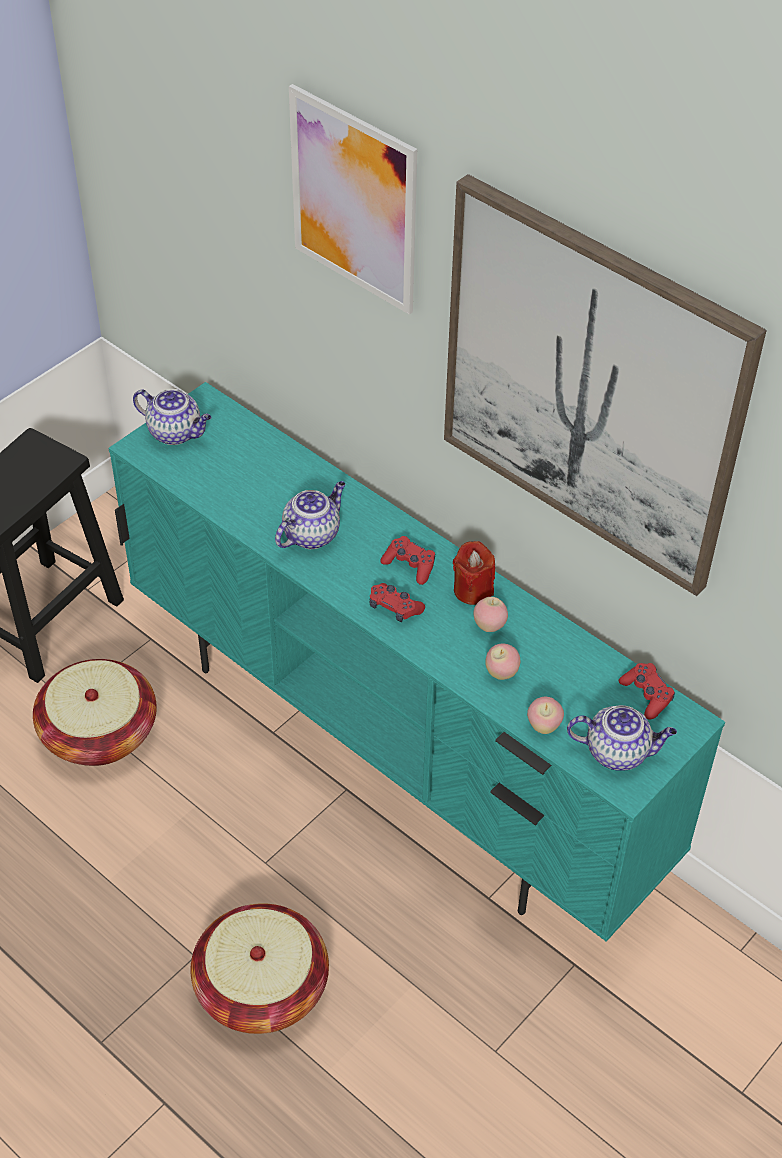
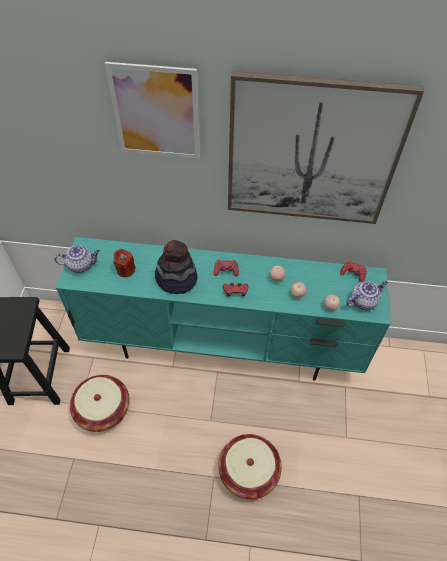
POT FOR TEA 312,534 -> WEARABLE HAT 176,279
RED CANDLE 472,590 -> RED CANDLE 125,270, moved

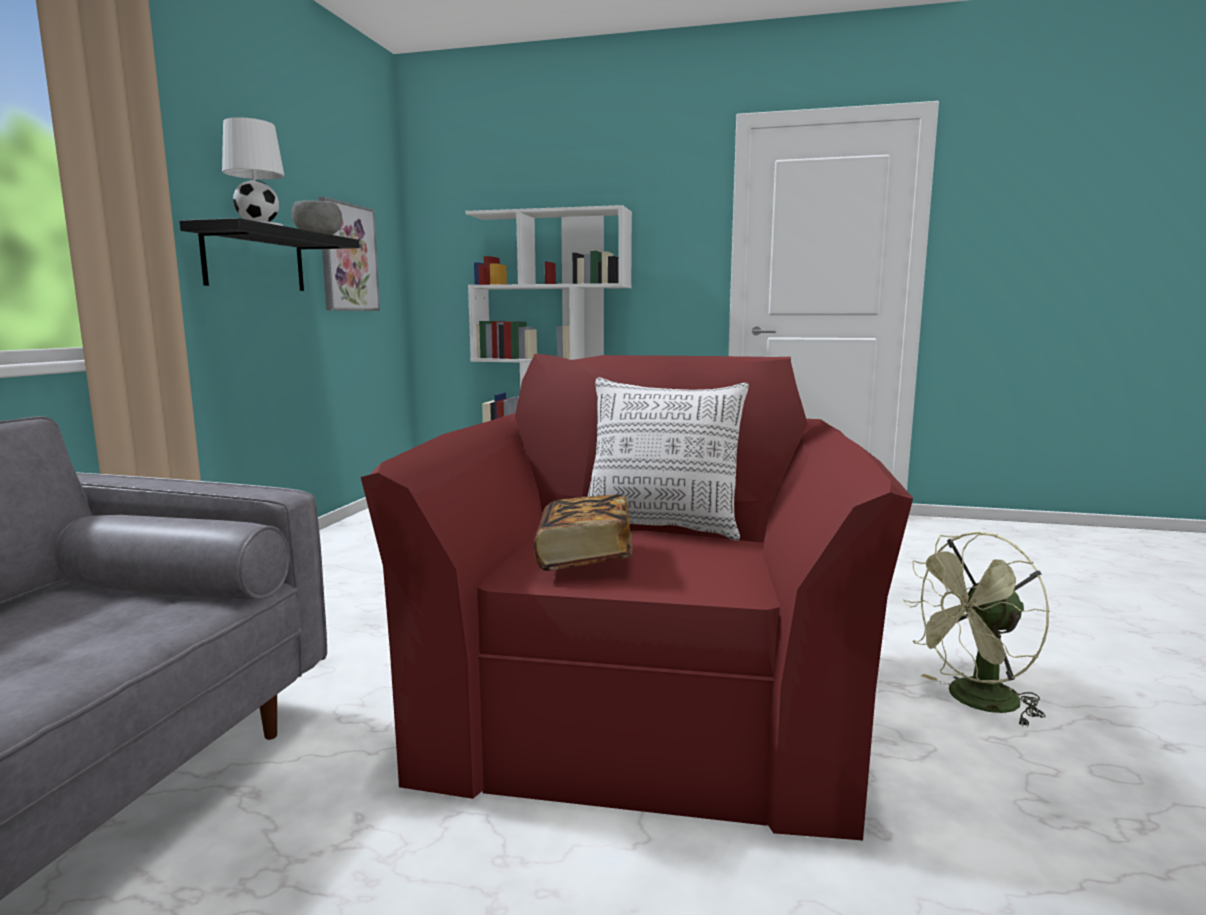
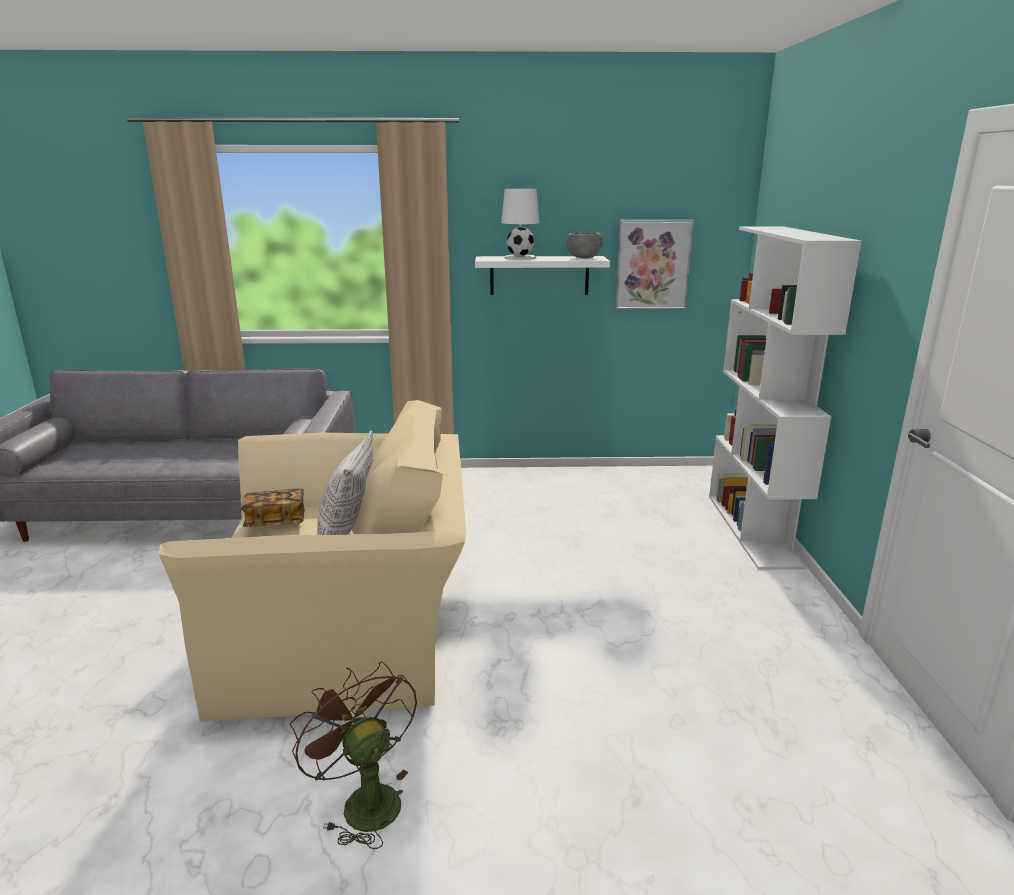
BLACKISH BRACKET SHELF 255,260 -> WHITISH BRACKET SHELF 539,275
RED EASY CHAIR 644,697 -> SAND-COLOURED EASY CHAIR 353,633
GREENISH ELECTRIC FAN 974,702 -> BROWNISH ELECTRIC FAN 364,800

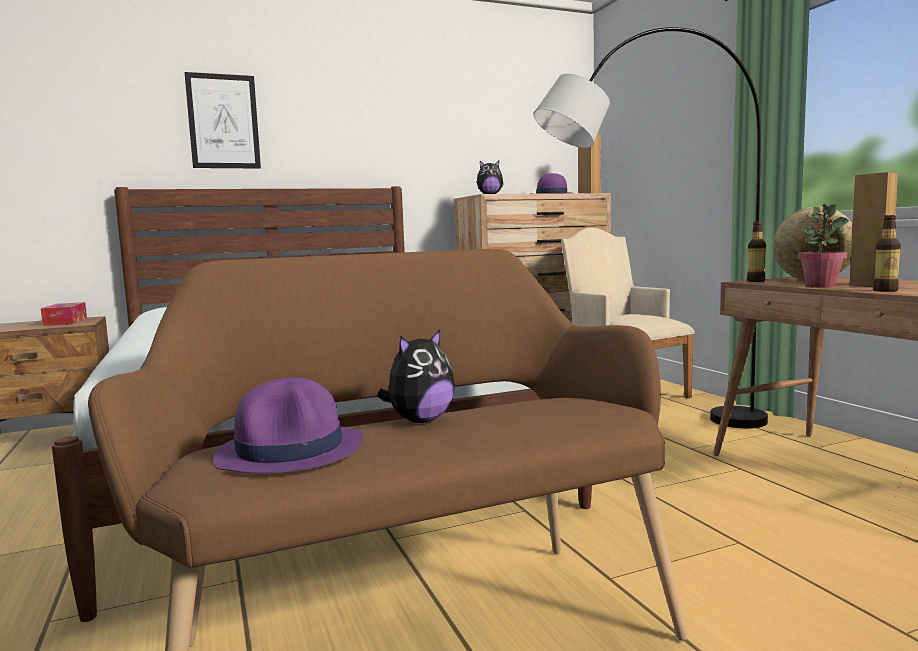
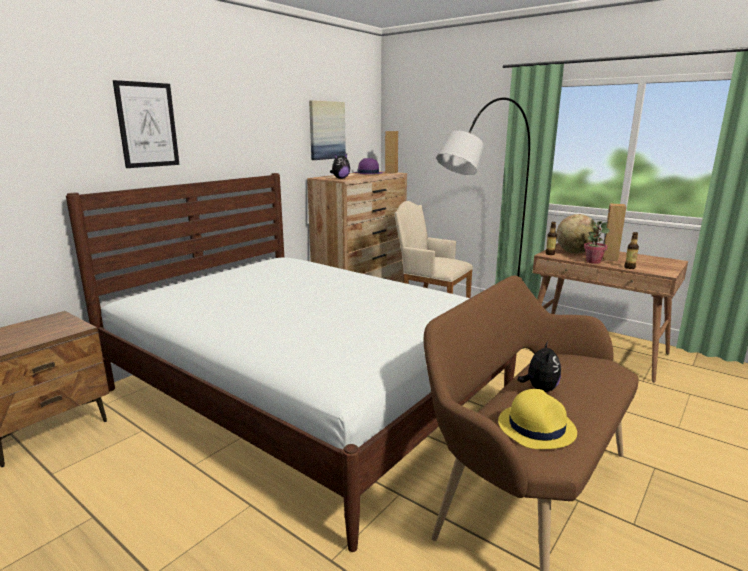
TISSUE BOX 65,322 -> none
PURPLISH WEARABLE HAT 291,450 -> YELLOW WEARABLE HAT 536,427
none -> WALL ART 326,130

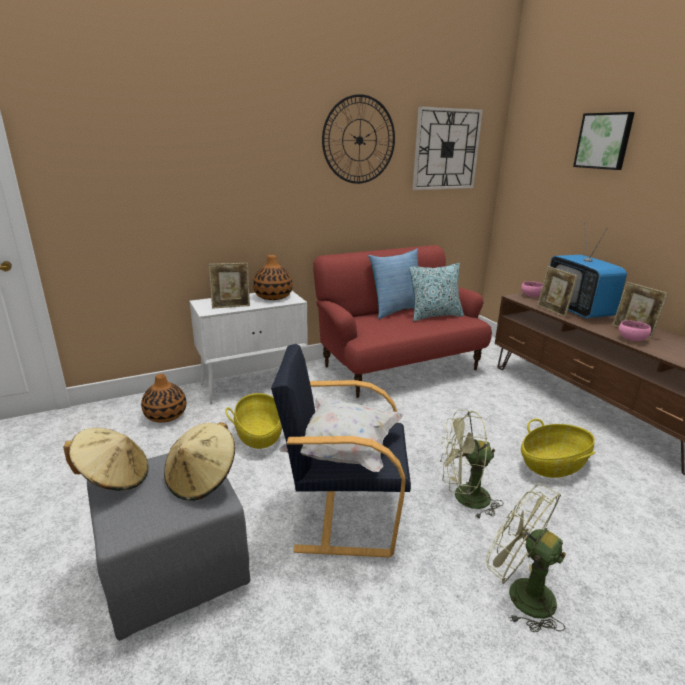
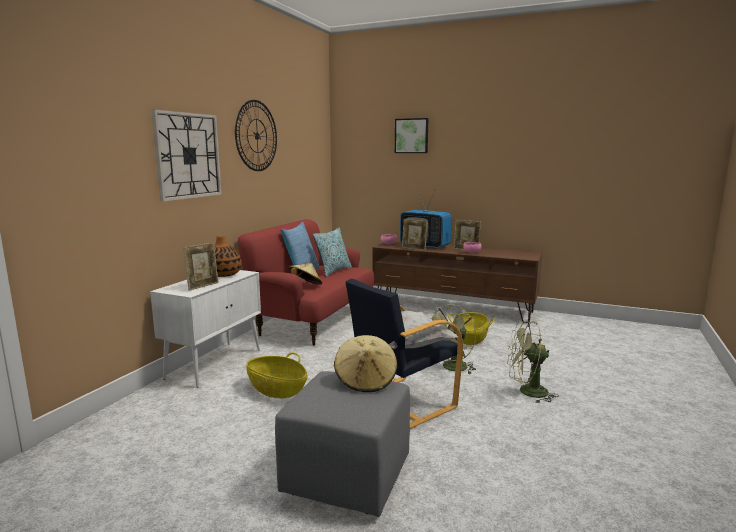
CLOCK ON THE WALL 446,149 -> CLOCK ON THE WALL 188,156, moved
VASE 165,415 -> none
SAND-COLOURED WEARABLE HAT 114,478 -> SAND-COLOURED WEARABLE HAT 305,286, moved

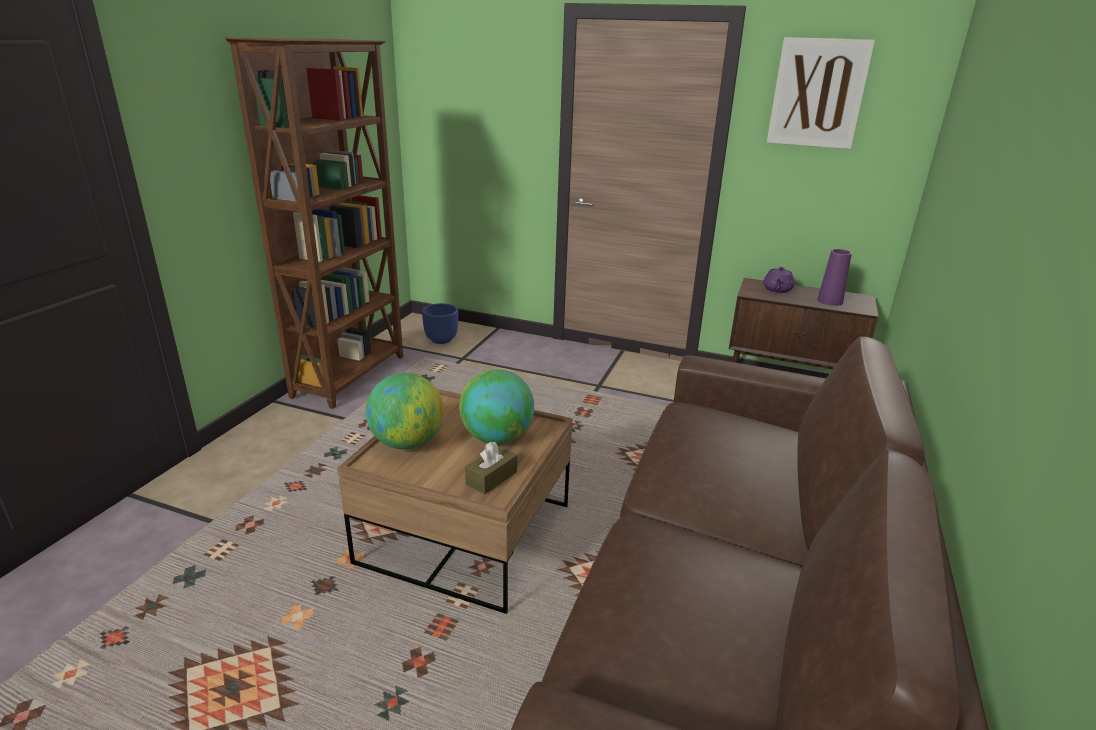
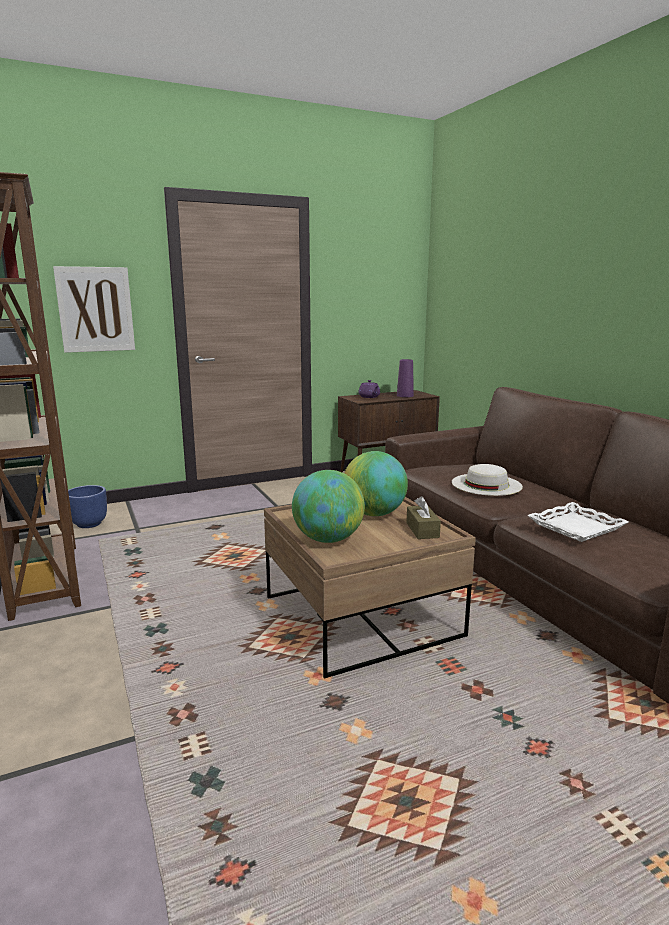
WALL ART 817,93 -> WALL ART 95,309, moved
none -> WHITISH WEARABLE HAT 486,484
none -> WHITISH TRAY 576,527

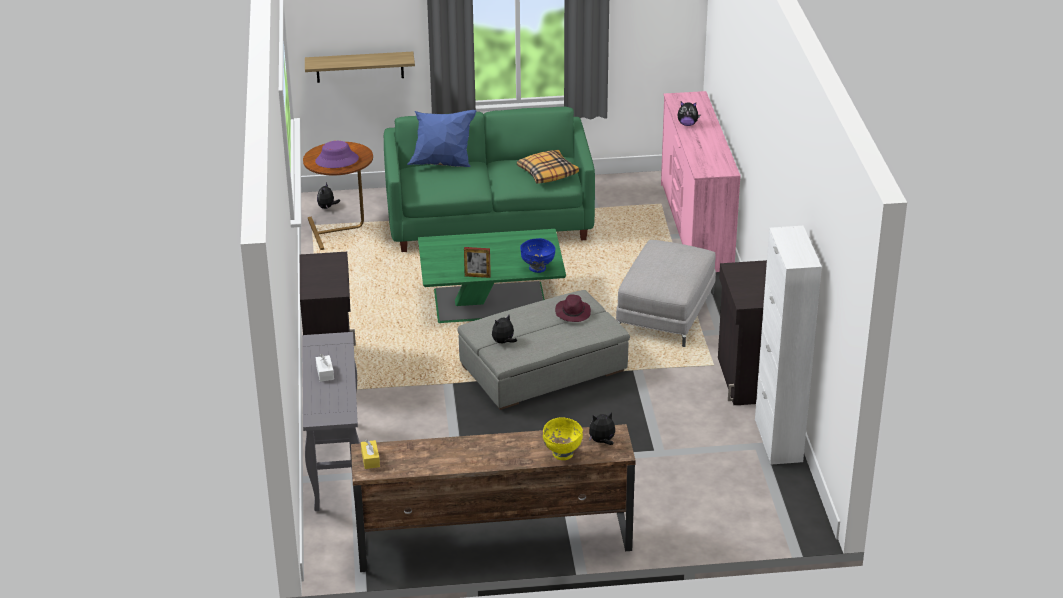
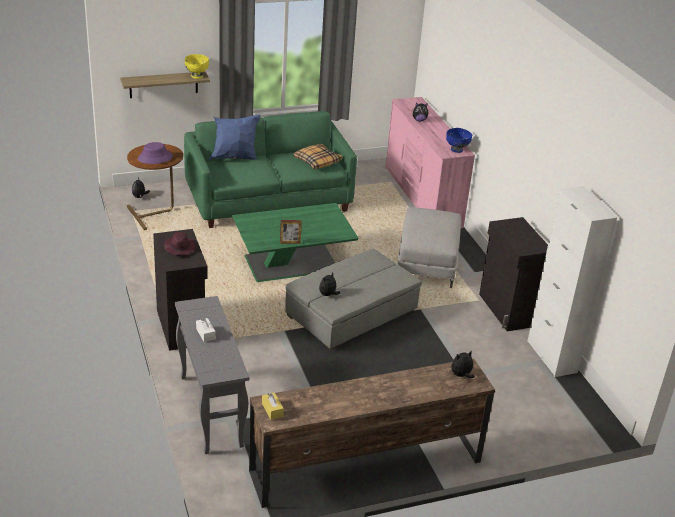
BLUISH BOWL 537,268 -> BLUISH BOWL 456,150, moved
PURPLISH WEARABLE HAT 572,313 -> PURPLISH WEARABLE HAT 179,248, moved
YELLOW BOWL 562,454 -> YELLOW BOWL 196,76, moved

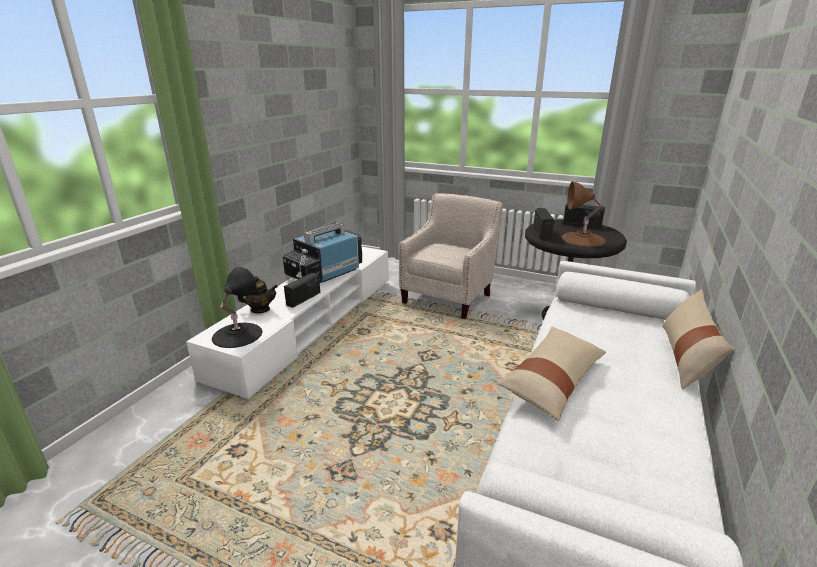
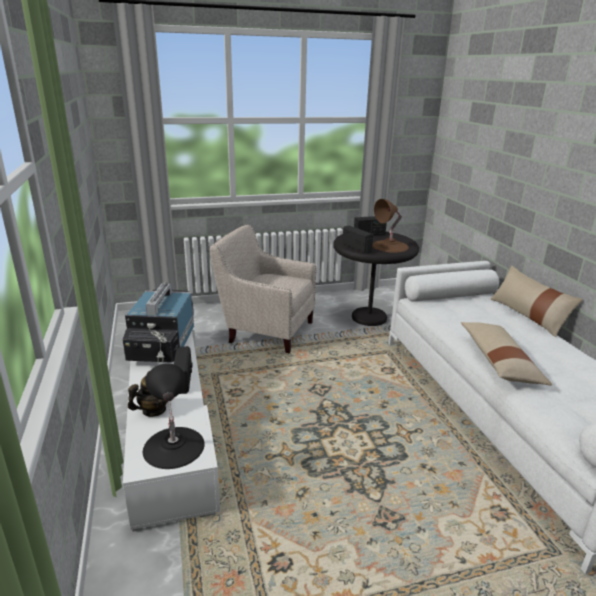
SAND-COLOURED EASY CHAIR 449,296 -> SAND-COLOURED EASY CHAIR 266,330, 60 degrees counterclockwise

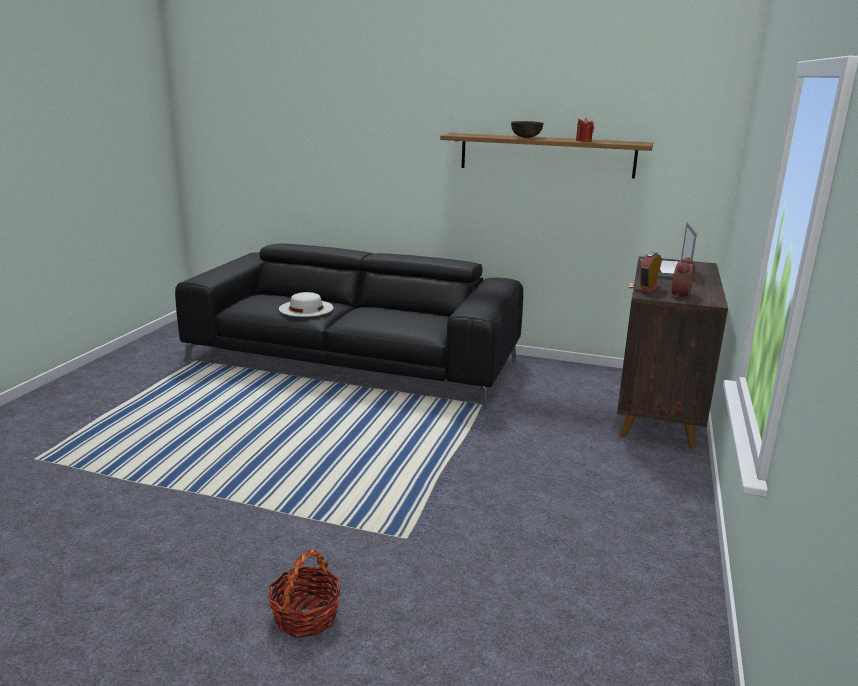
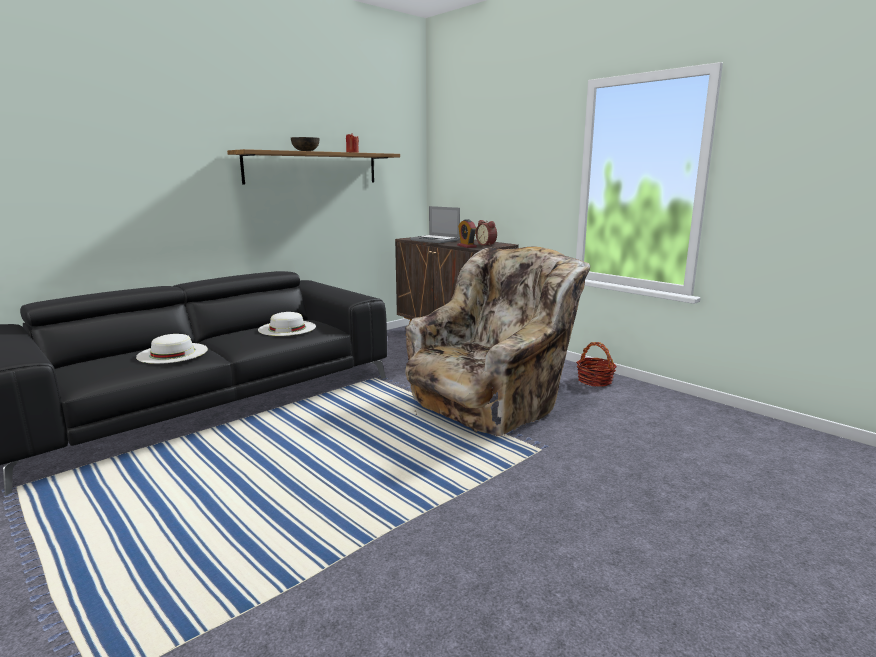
HOUSEHOLD BASKET 306,616 -> HOUSEHOLD BASKET 595,381, moved
none -> SAND-COLOURED EASY CHAIR 492,403
none -> WHITISH WEARABLE HAT 287,328

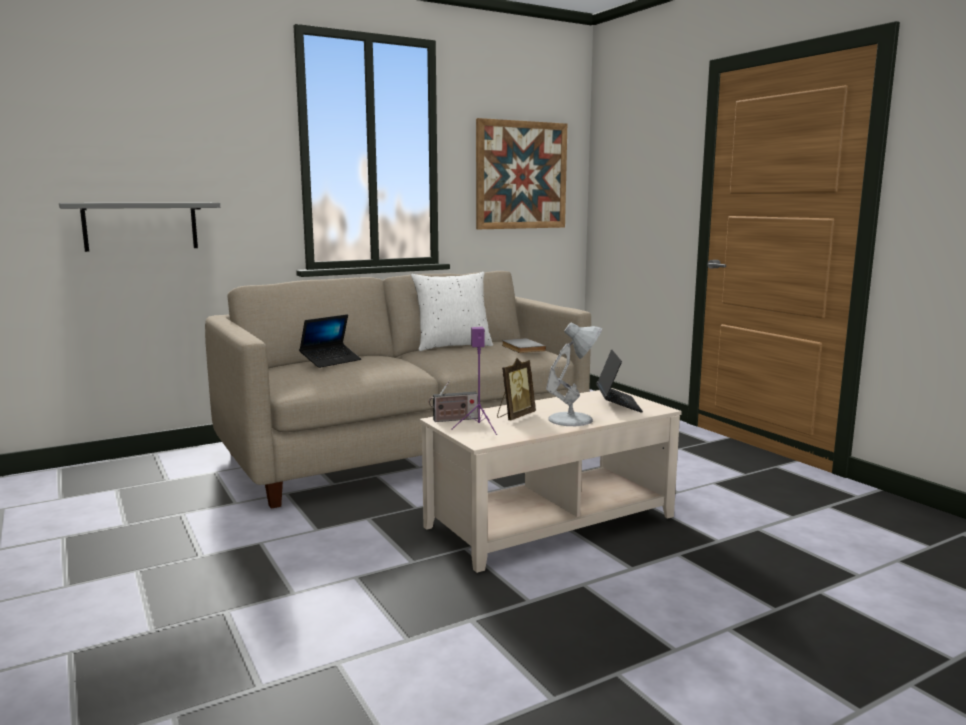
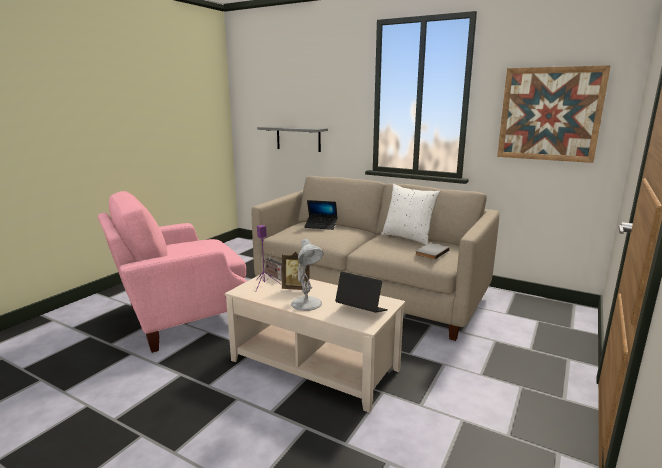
NOTEBOOK COMPUTER 618,404 -> NOTEBOOK COMPUTER 361,310, 120 degrees counterclockwise
none -> PINK-COLOURED EASY CHAIR 181,317

